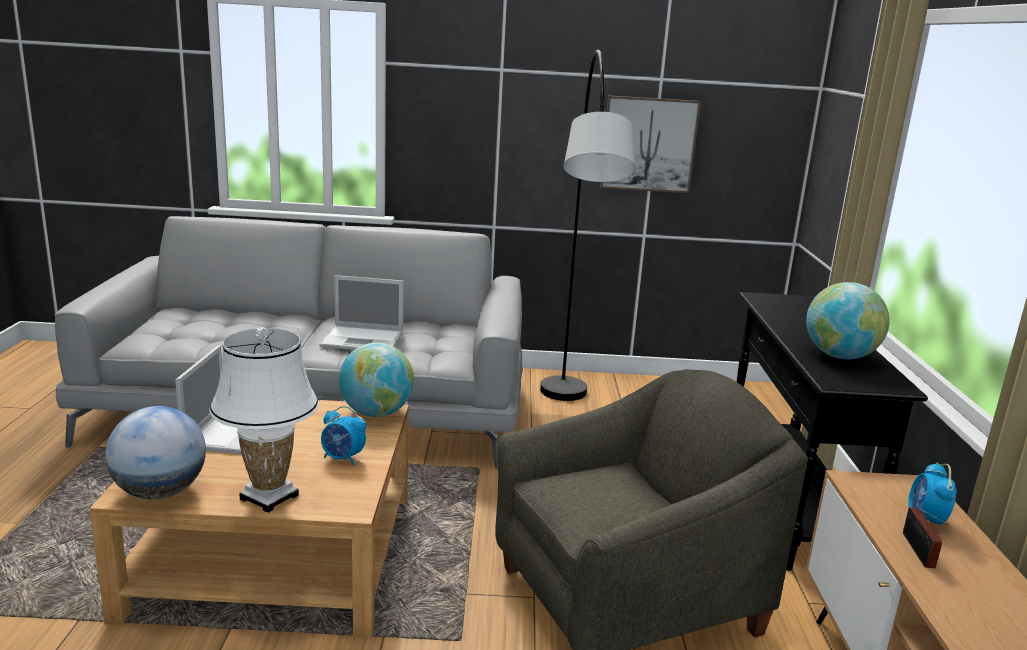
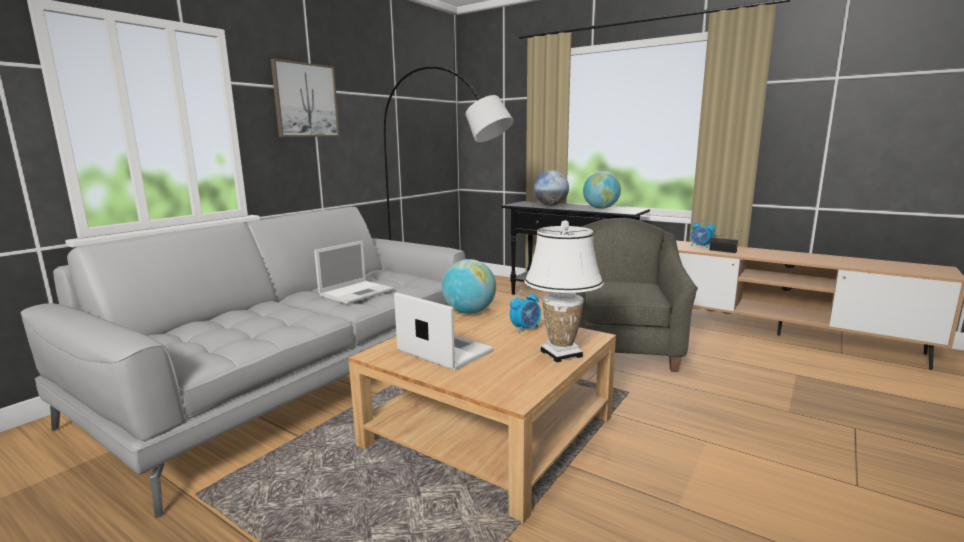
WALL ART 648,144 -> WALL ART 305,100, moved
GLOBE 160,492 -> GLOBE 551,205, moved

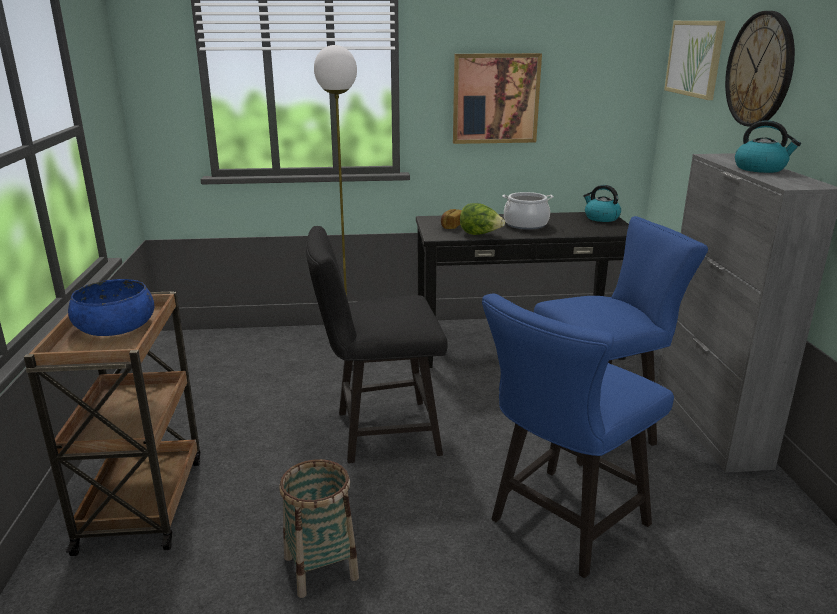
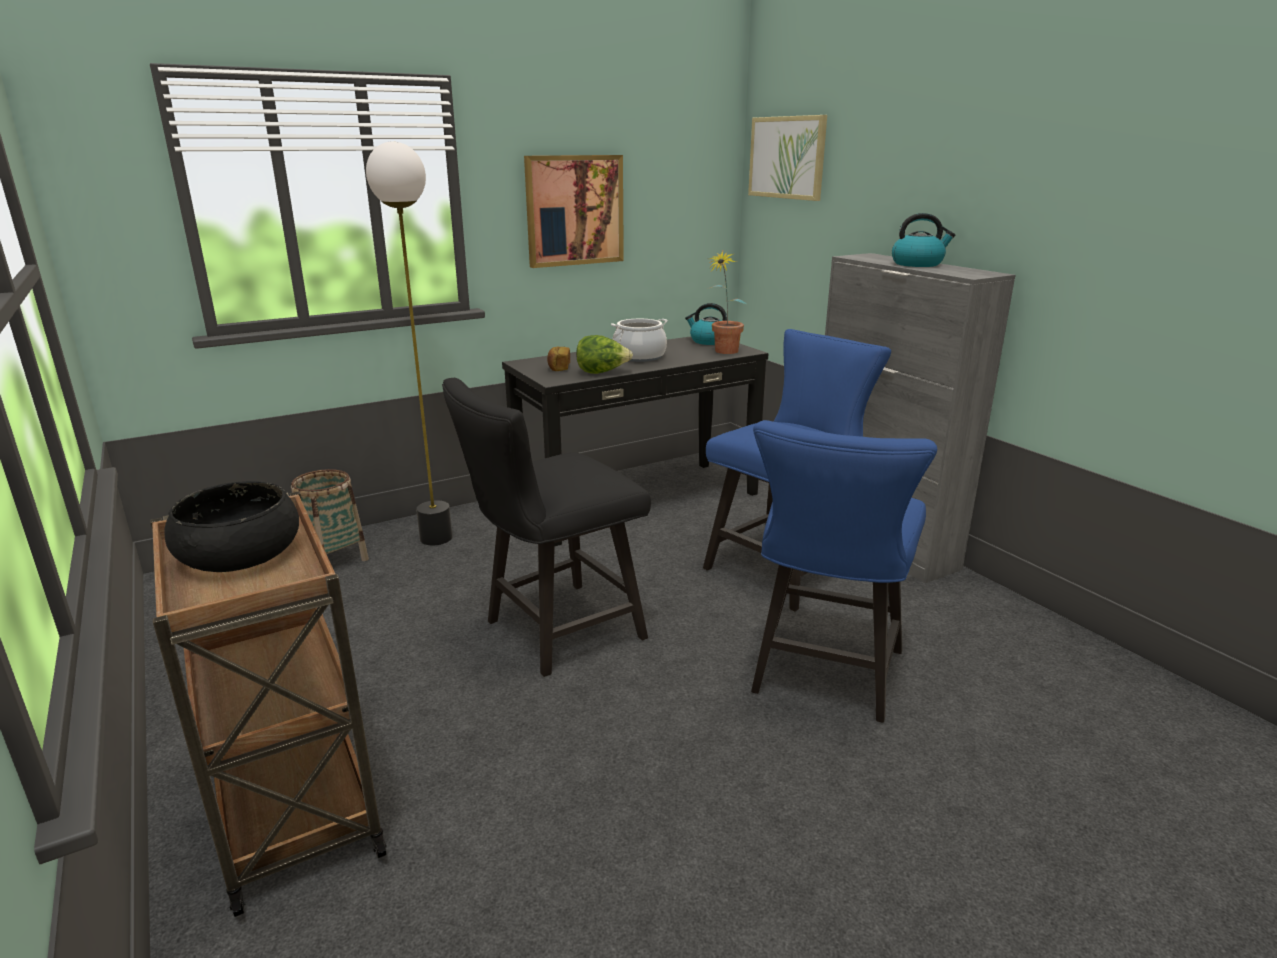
CLOCK ON THE WALL 760,70 -> none
BLUISH BOWL 115,326 -> BLACKISH BOWL 239,554
HOUSEHOLD BASKET 321,567 -> HOUSEHOLD BASKET 334,560, moved
none -> HOUSEPLANT 723,352

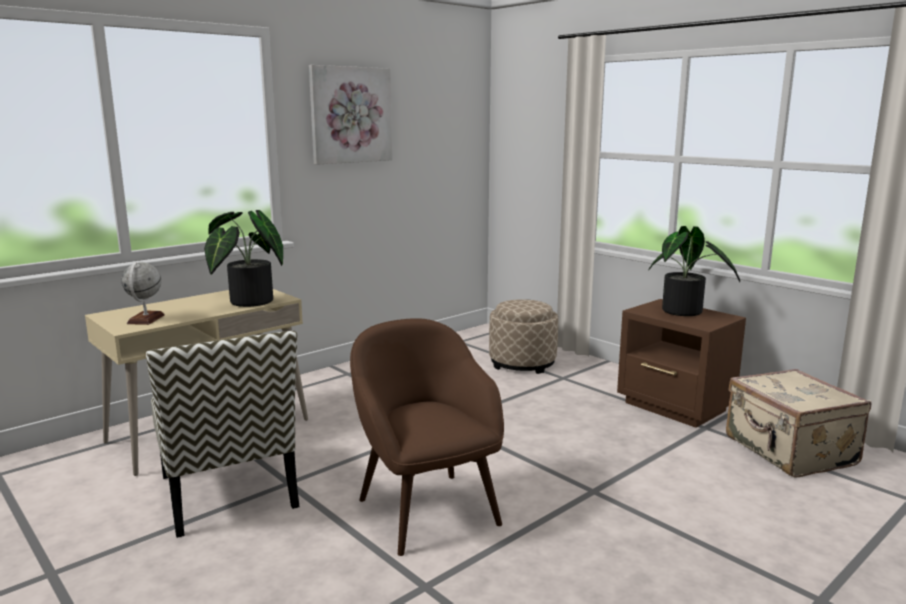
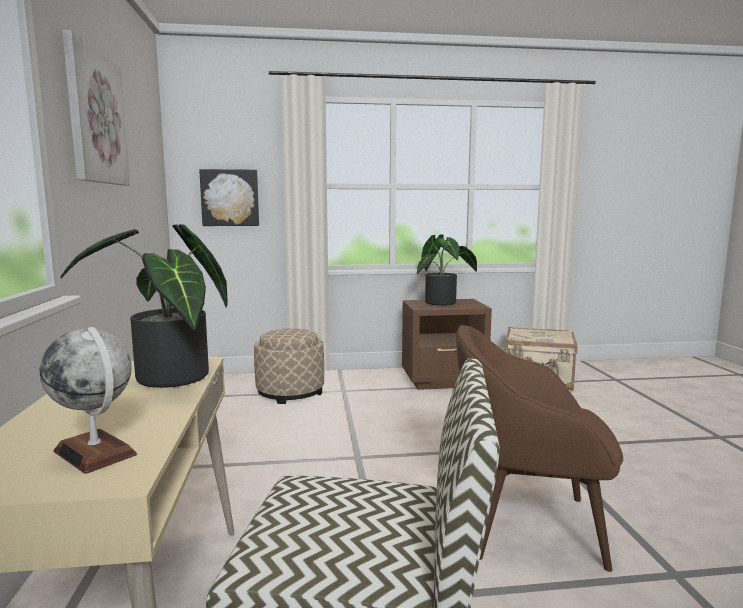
none -> WALL ART 230,198

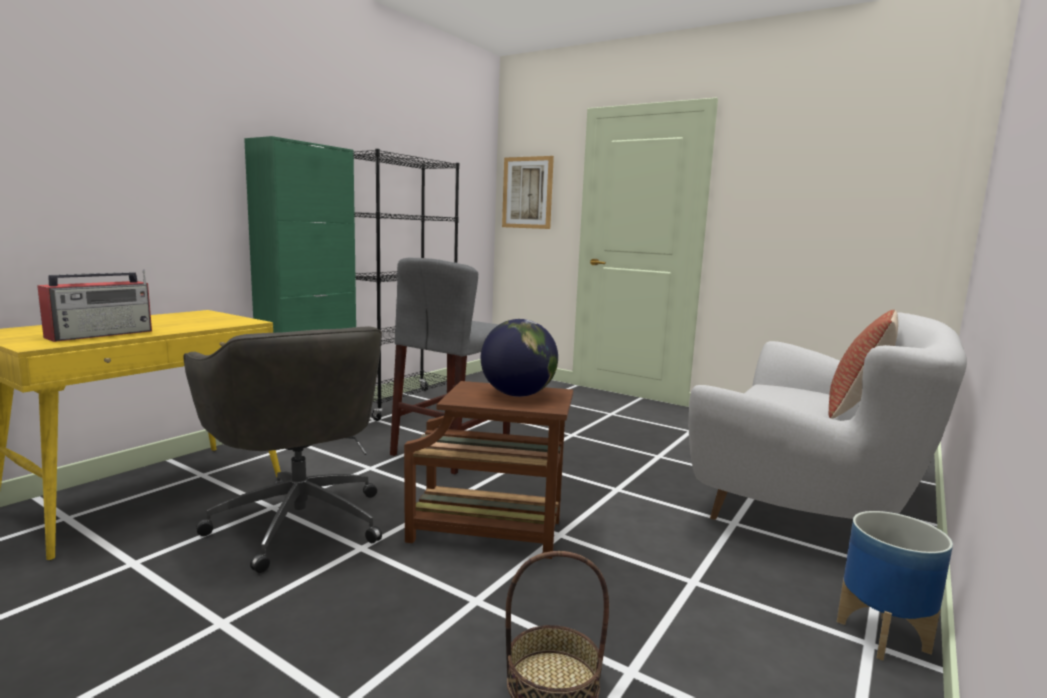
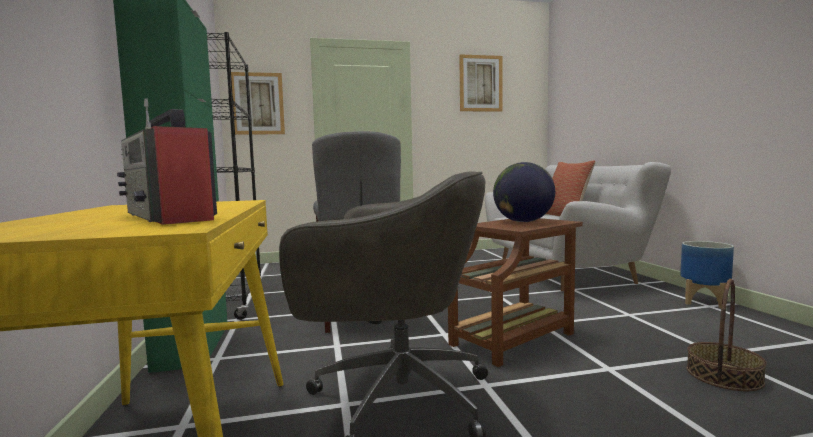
RADIO SET 102,334 -> RADIO SET 170,217, 150 degrees clockwise
none -> WALL ART 480,83

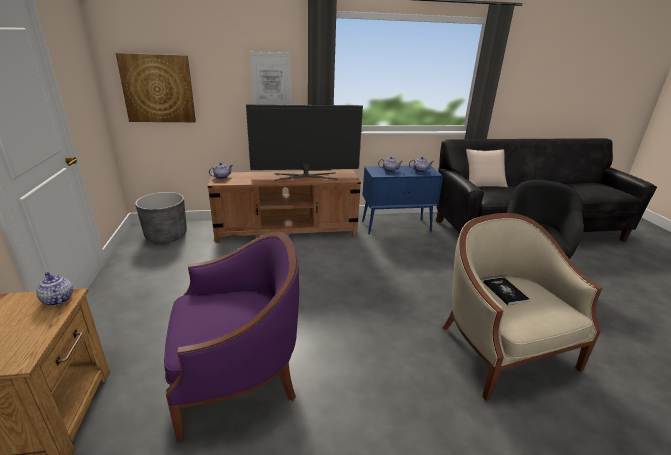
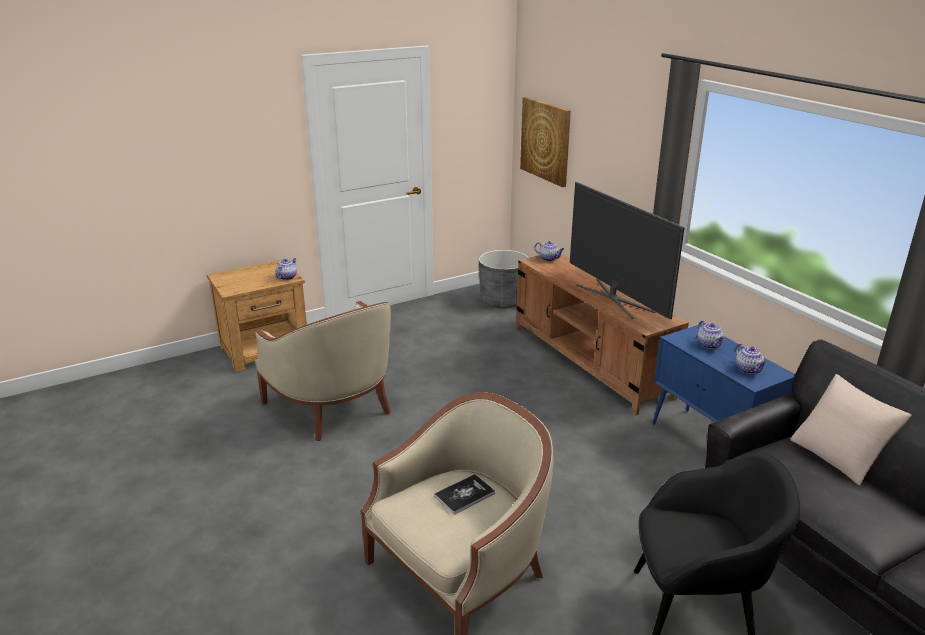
WALL ART 271,82 -> none
PURPLISH EASY CHAIR 237,374 -> SAND-COLOURED EASY CHAIR 332,406

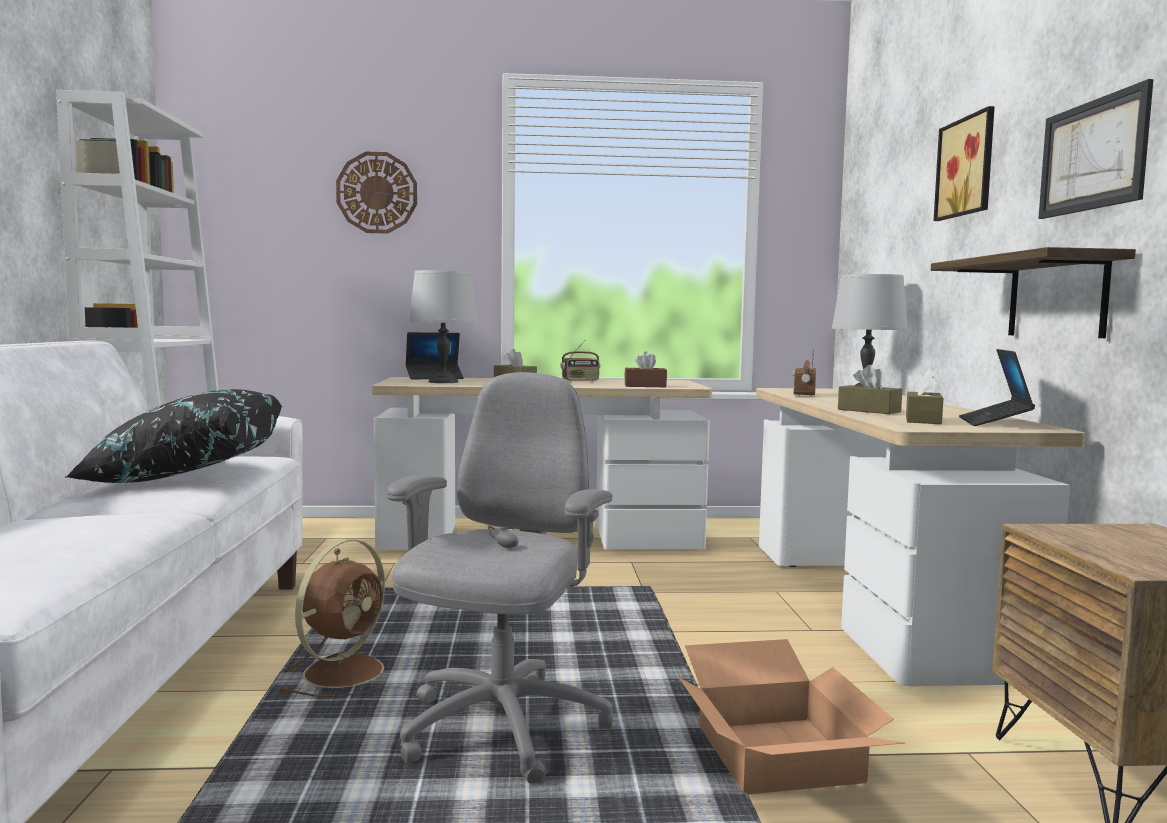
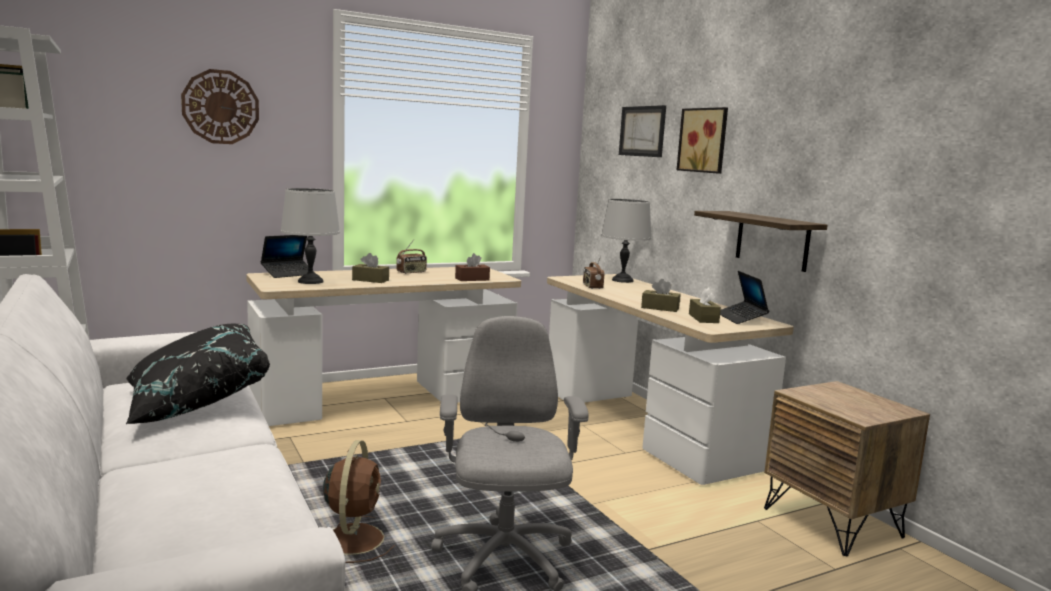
WALL ART 1093,155 -> WALL ART 642,131, moved
CARDBOARD BOX 781,755 -> none

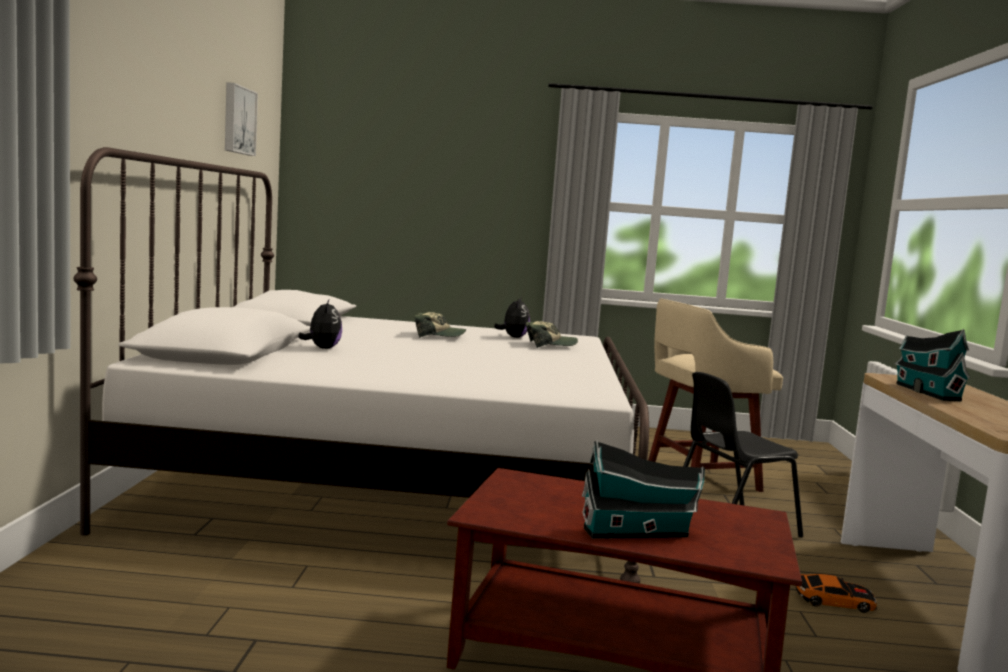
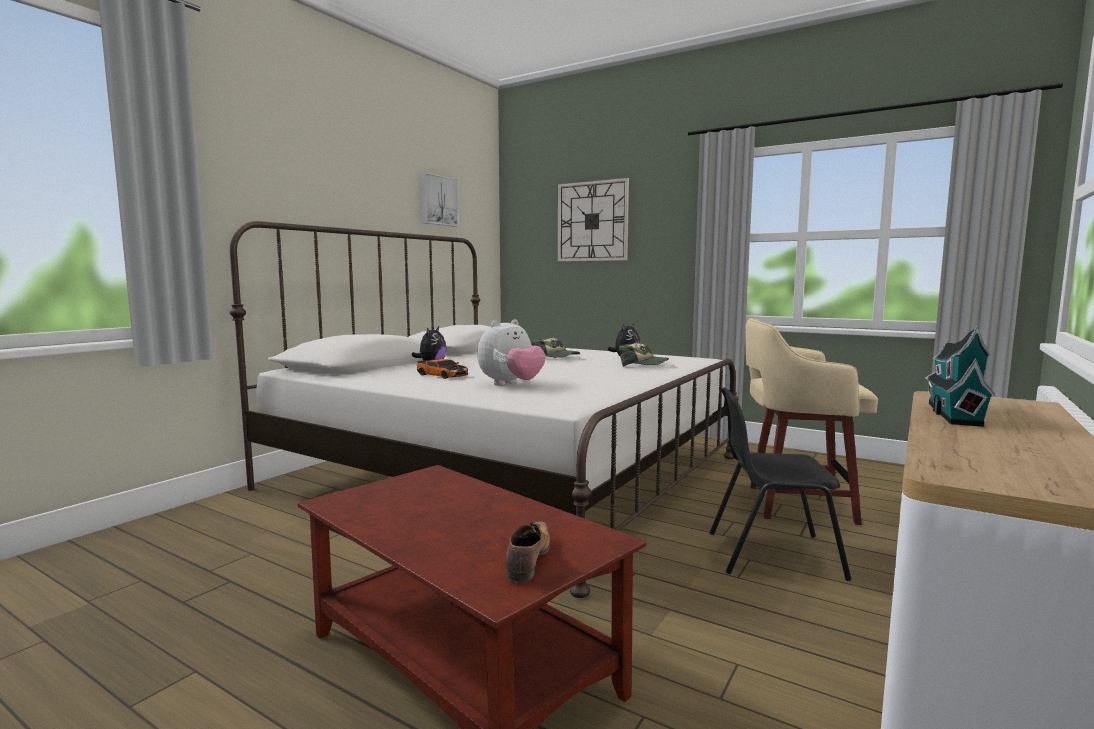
MINIATURE HOUSE 639,532 -> none
MODEL CAR 834,600 -> MODEL CAR 443,375, moved
none -> CLOCK ON THE WALL 592,221
none -> SOFT TOY 511,384
none -> ITEM OF FOOTWEAR 528,559

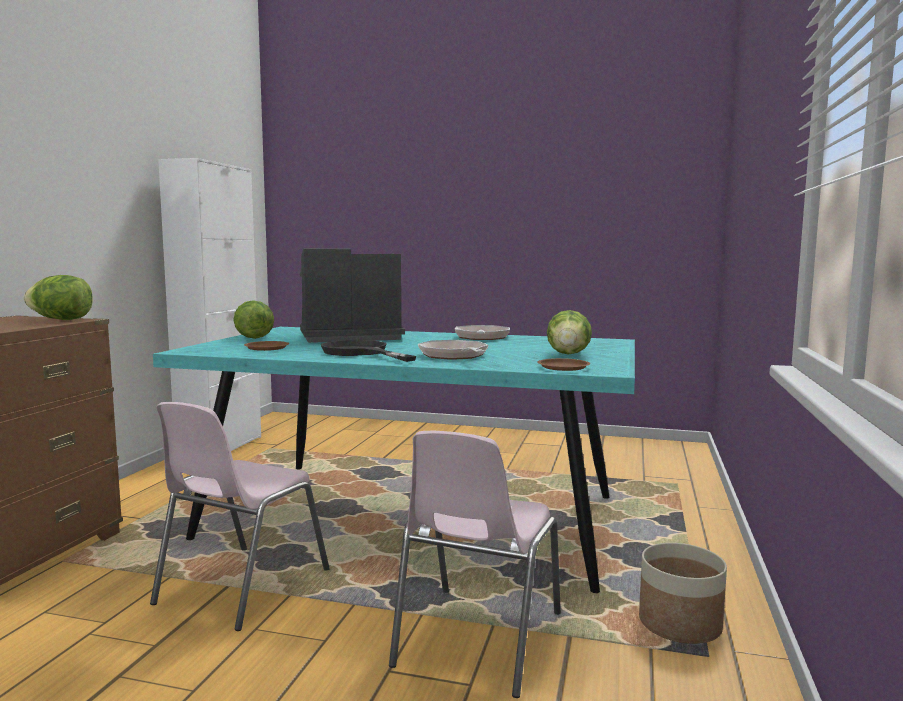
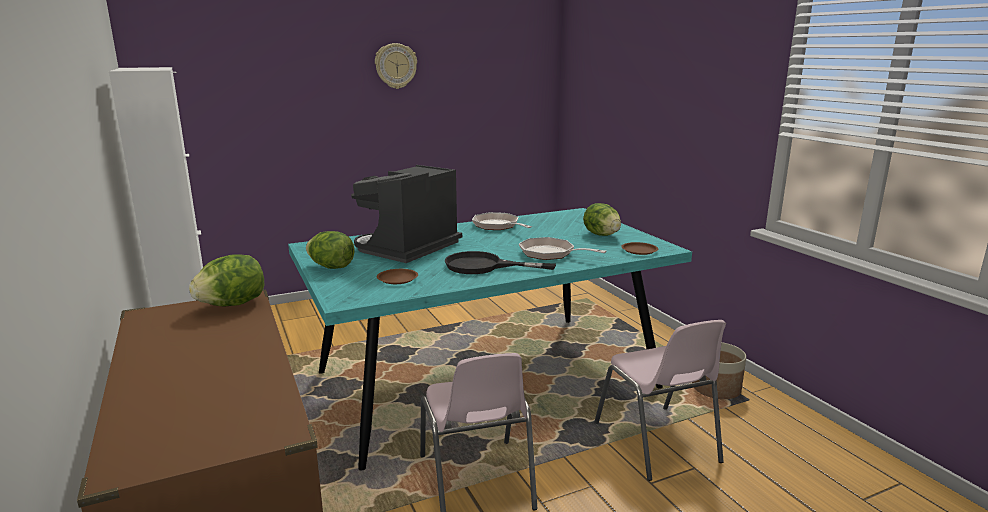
none -> CLOCK ON THE WALL 395,66

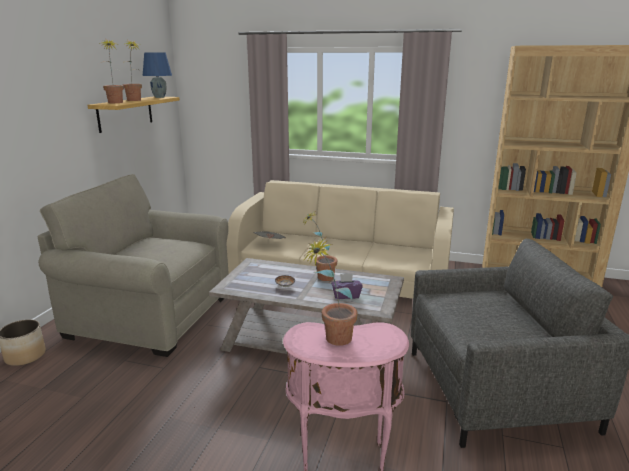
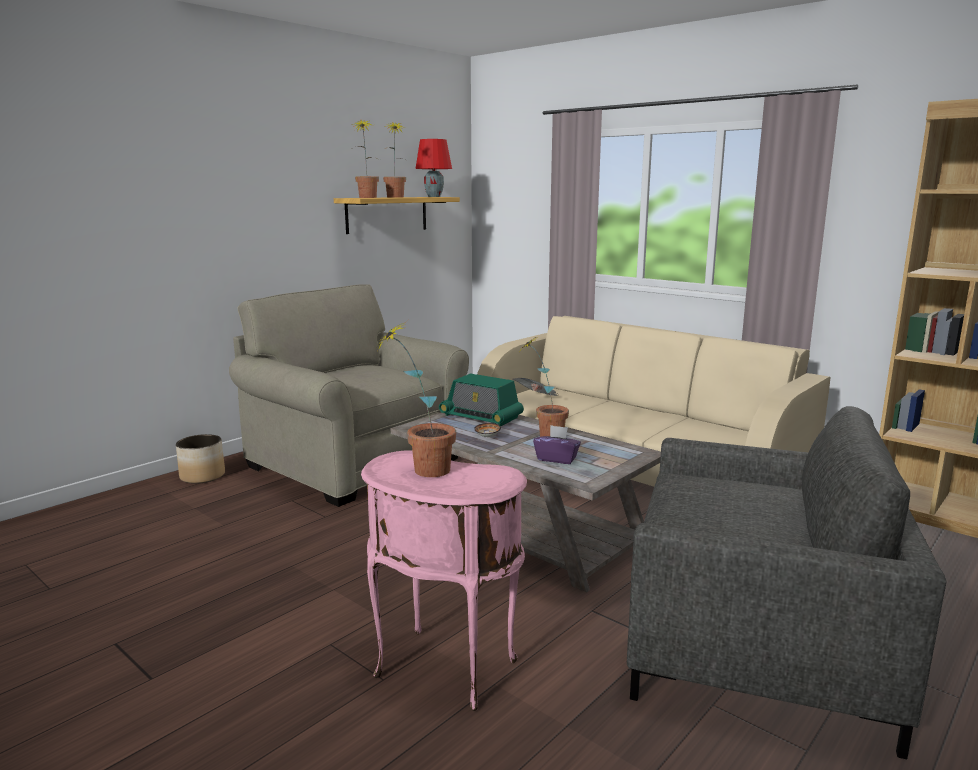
BLUISH TABLE LAMP 160,97 -> RED TABLE LAMP 434,196
none -> RADIO SET 481,416

